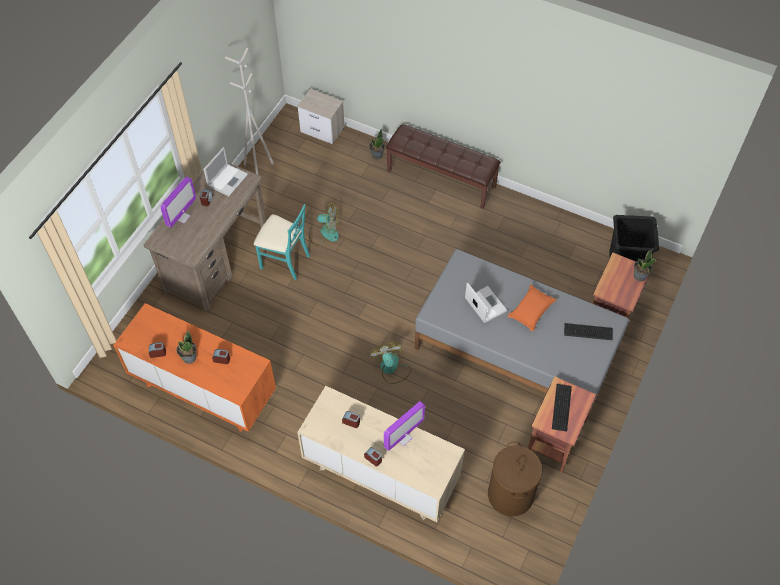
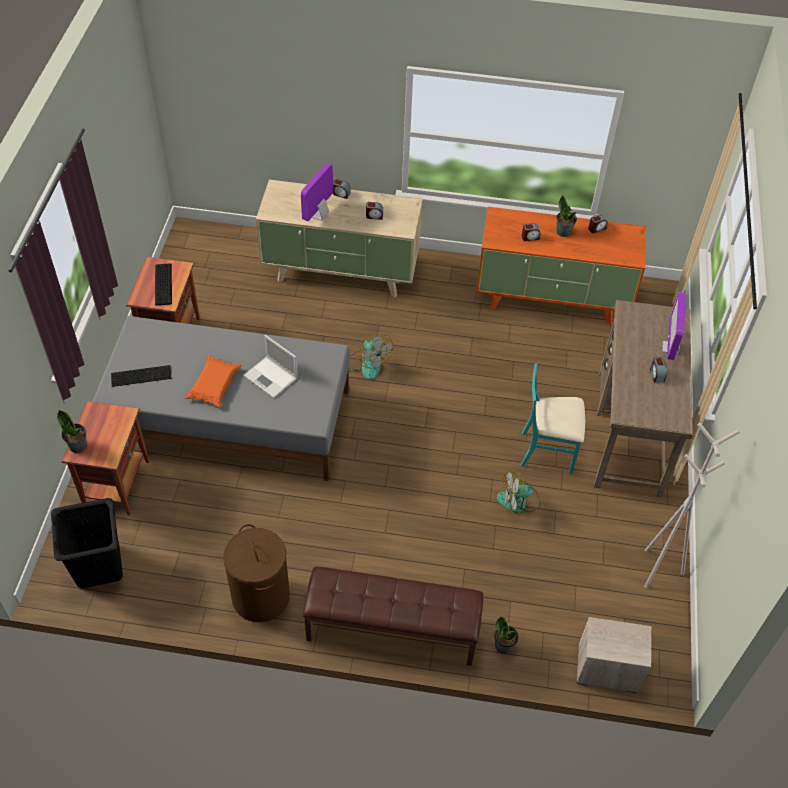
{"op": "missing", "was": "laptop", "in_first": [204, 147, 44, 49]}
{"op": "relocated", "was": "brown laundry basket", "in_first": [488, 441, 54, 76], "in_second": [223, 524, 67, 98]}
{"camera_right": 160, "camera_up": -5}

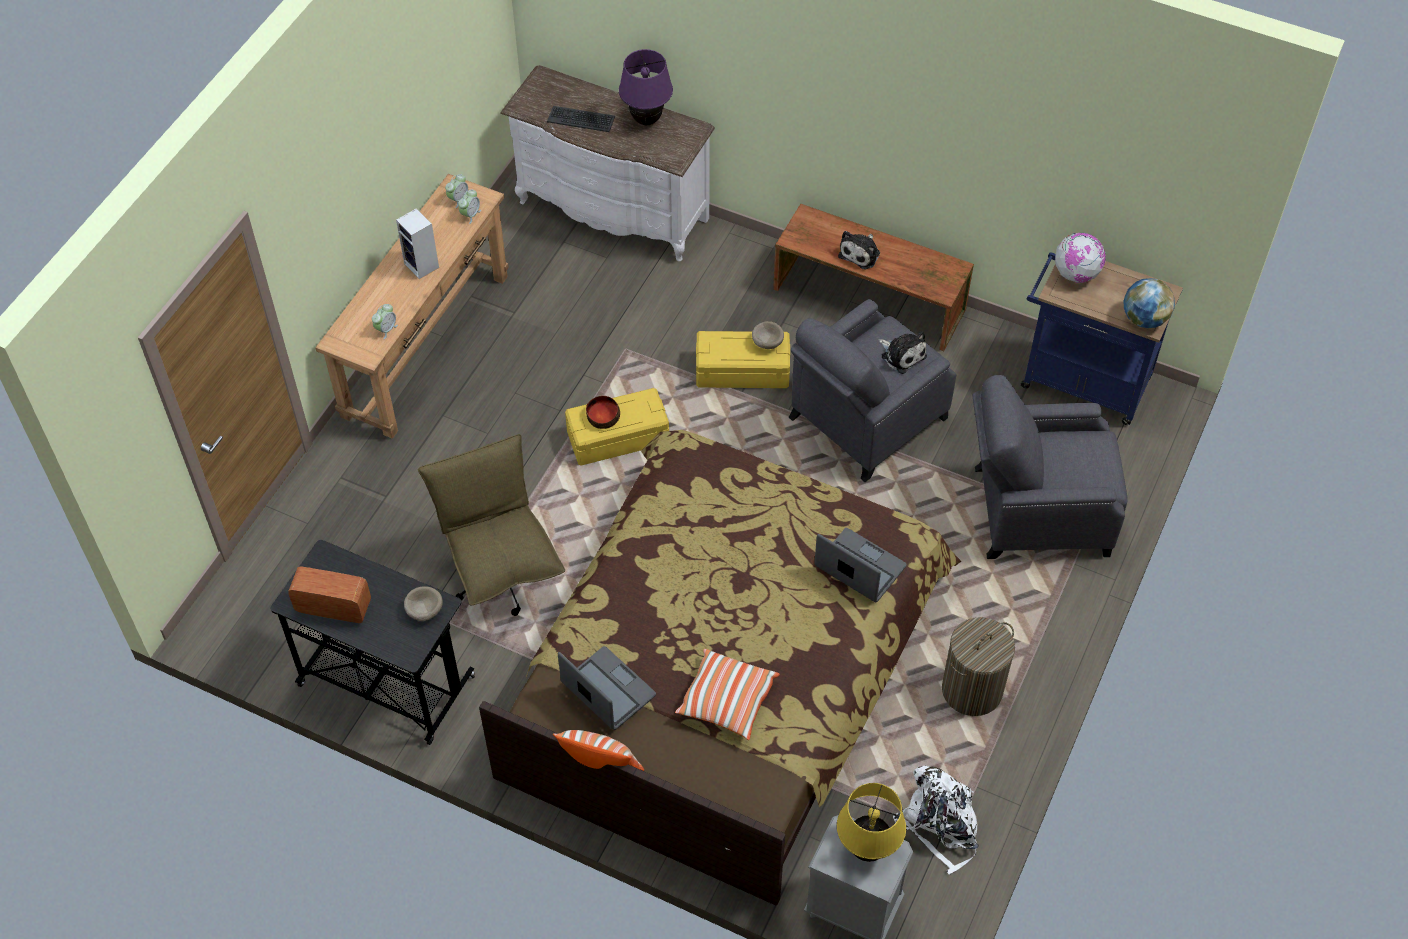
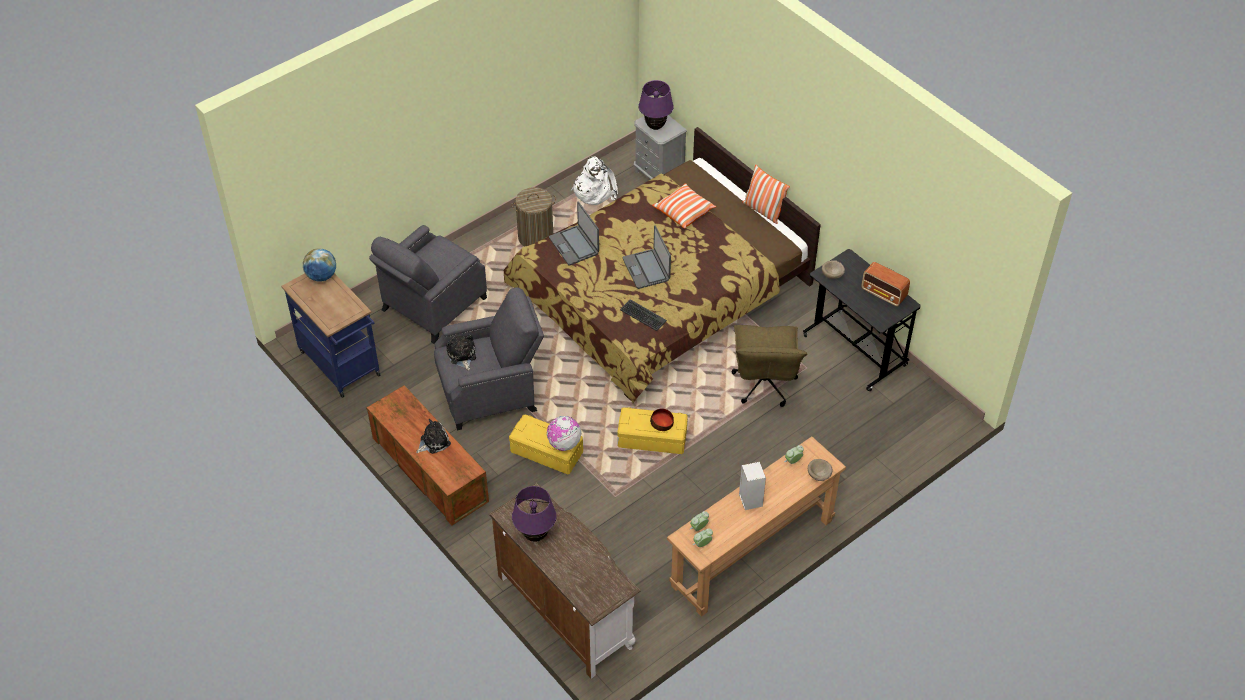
{"op": "relocated", "was": "keyboard", "in_first": [547, 106, 68, 26], "in_second": [620, 299, 47, 32]}
{"op": "relocated", "was": "globe", "in_first": [1055, 233, 51, 50], "in_second": [547, 416, 34, 35]}
{"op": "relocated", "was": "beige bowl", "in_first": [752, 321, 32, 28], "in_second": [808, 459, 24, 22]}
{"op": "spun", "was": "grey armchair", "in_first": [972, 375, 156, 184], "in_second": [369, 225, 118, 119], "clockwise": 105}
{"op": "relocated", "was": "laptop", "in_first": [558, 646, 98, 84], "in_second": [623, 225, 48, 64]}
{"op": "colour", "was": "yellow table lamp", "now": "purple table lamp", "in_first": [837, 783, 69, 79], "in_second": [638, 80, 36, 50]}
{"camera_right": -155, "camera_up": -5}

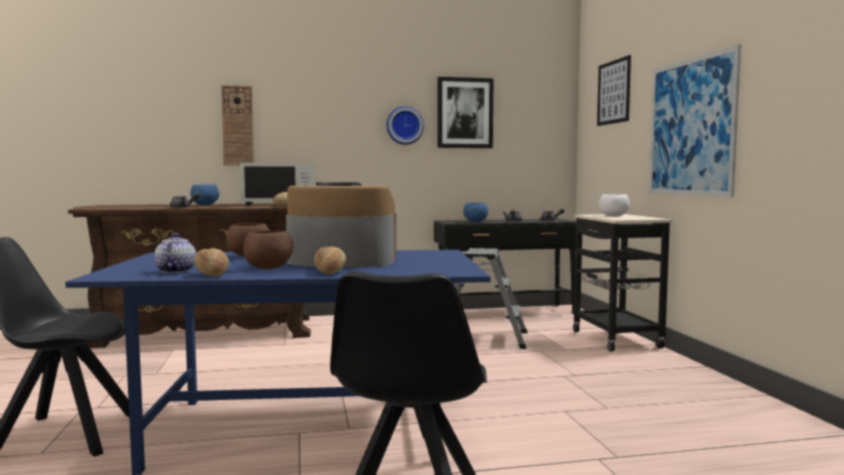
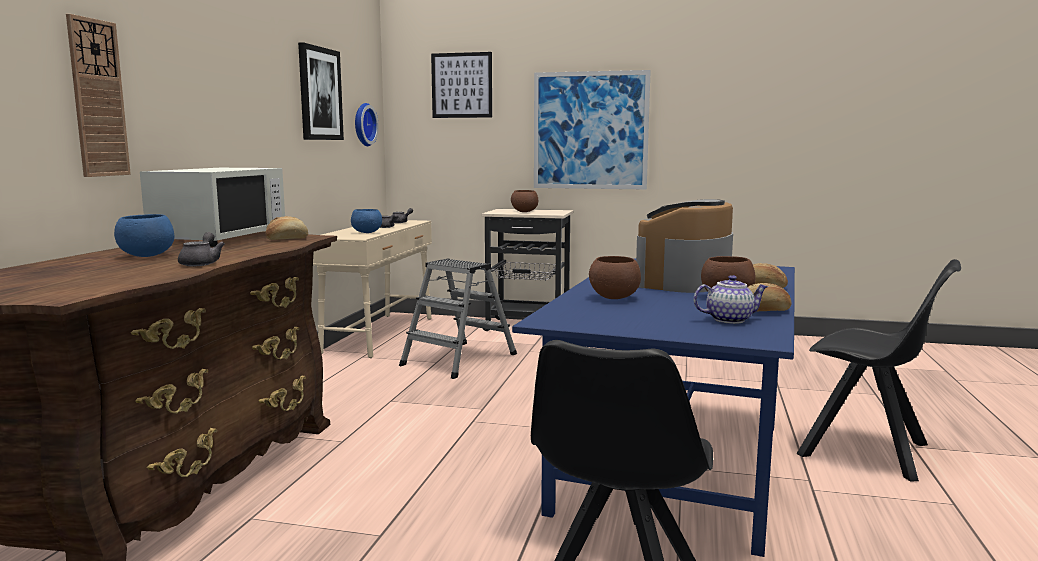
{"op": "relocated", "was": "wall clock", "in_first": [386, 106, 38, 39], "in_second": [355, 103, 24, 43]}
{"op": "colour", "was": "white bowl", "now": "brown bowl", "in_first": [599, 194, 31, 23], "in_second": [511, 190, 27, 22]}
{"op": "colour", "was": "black console table", "now": "beige console table", "in_first": [434, 219, 142, 95], "in_second": [313, 220, 119, 138]}
{"op": "spun", "was": "teapot", "in_first": [154, 233, 42, 40], "in_second": [694, 275, 74, 49], "clockwise": 150}
{"camera_right": -65, "camera_up": 5}

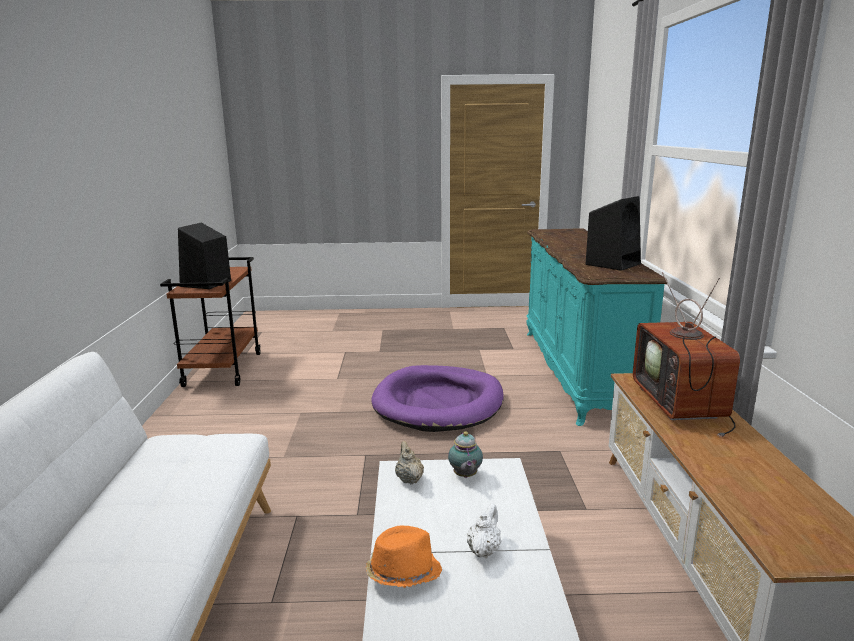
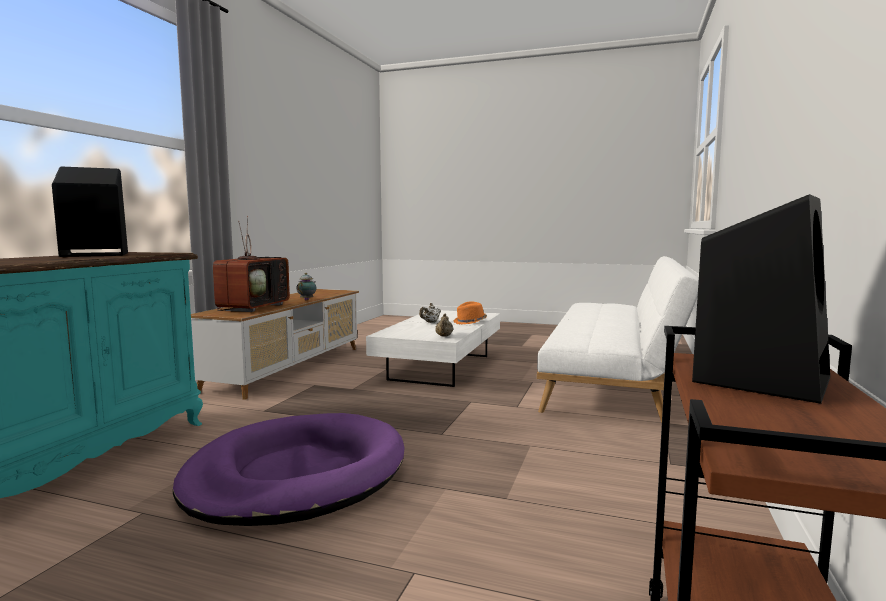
{"op": "relocated", "was": "teapot", "in_first": [448, 431, 35, 47], "in_second": [296, 273, 20, 27]}
{"camera_right": -160, "camera_up": -10}

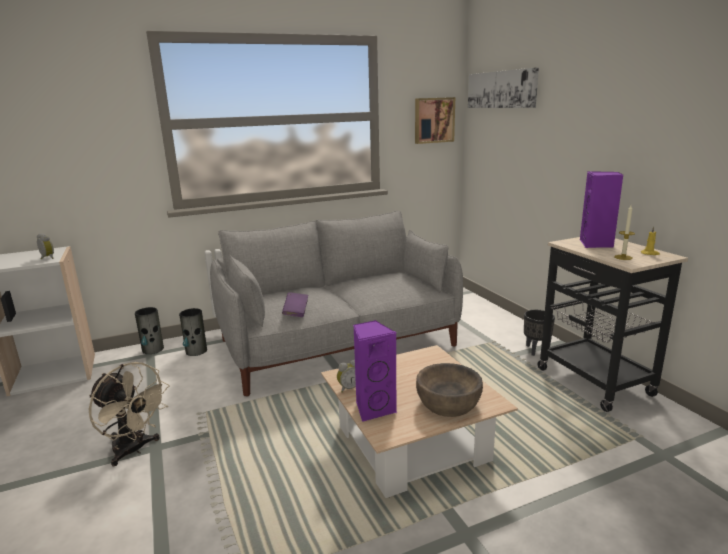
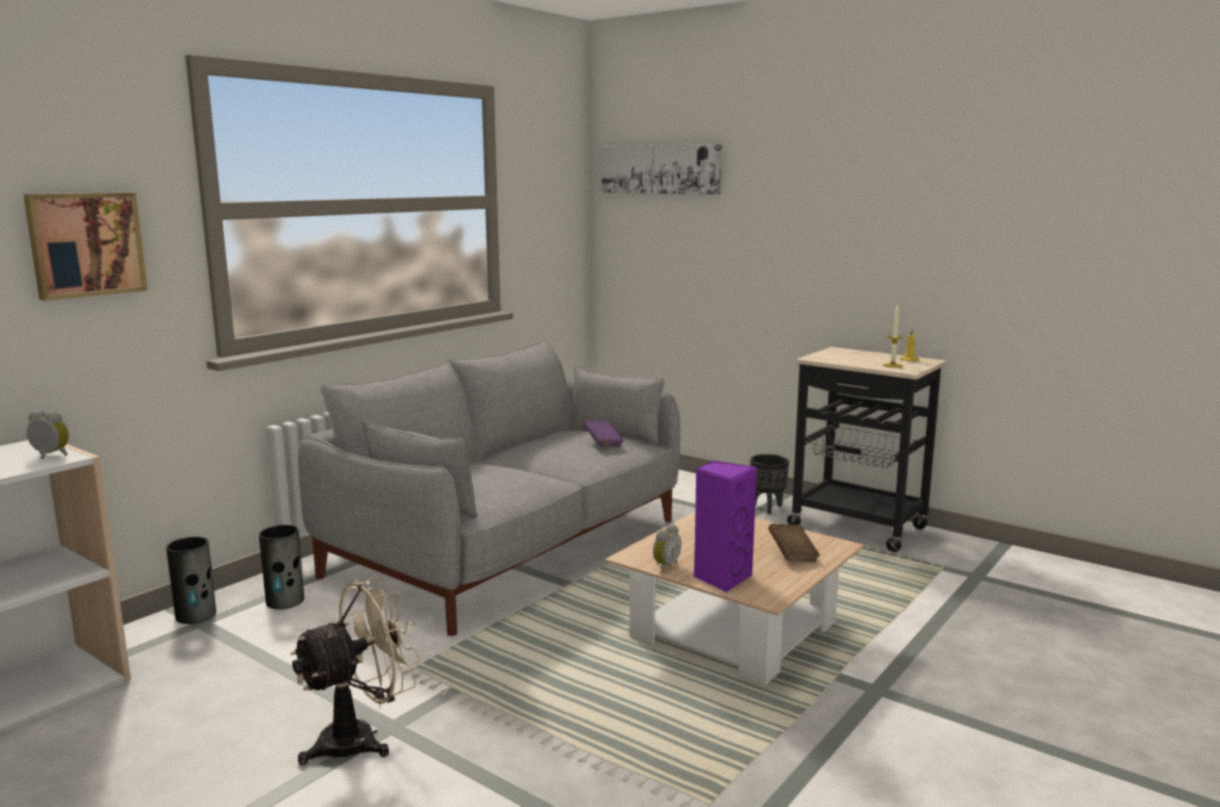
{"op": "relocated", "was": "picture", "in_first": [415, 97, 40, 47], "in_second": [23, 192, 125, 109]}
{"op": "missing", "was": "purple speaker", "in_first": [580, 171, 43, 77]}
{"op": "relocated", "was": "purple book", "in_first": [282, 292, 26, 25], "in_second": [583, 421, 41, 26]}
{"op": "spun", "was": "beige fan", "in_first": [89, 362, 81, 104], "in_second": [290, 576, 131, 189], "clockwise": -45}
{"op": "exchanged", "was": "brown bowl", "now": "brown book", "in_first": [416, 363, 67, 54], "in_second": [768, 524, 52, 39]}
{"camera_right": -30, "camera_up": -5}

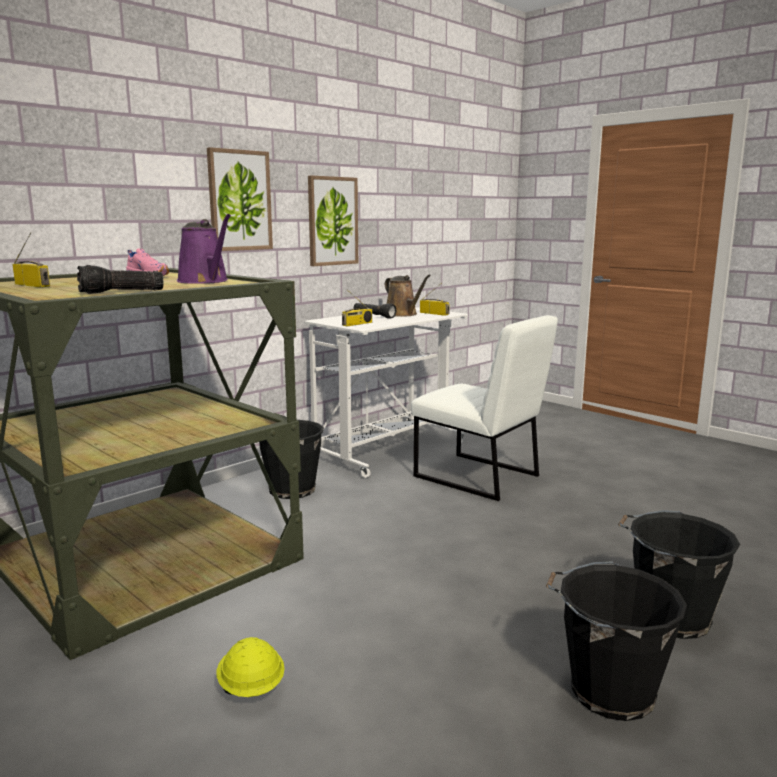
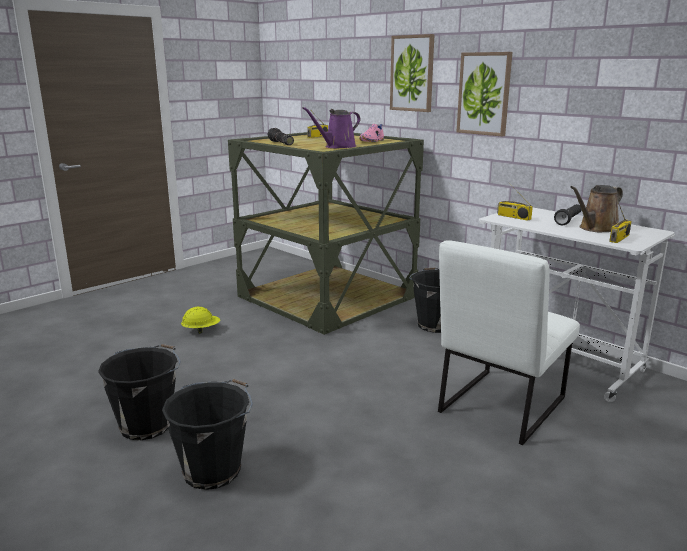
{"op": "relocated", "was": "picture", "in_first": [308, 175, 50, 91], "in_second": [390, 34, 45, 78]}
{"camera_right": 90, "camera_up": 5}

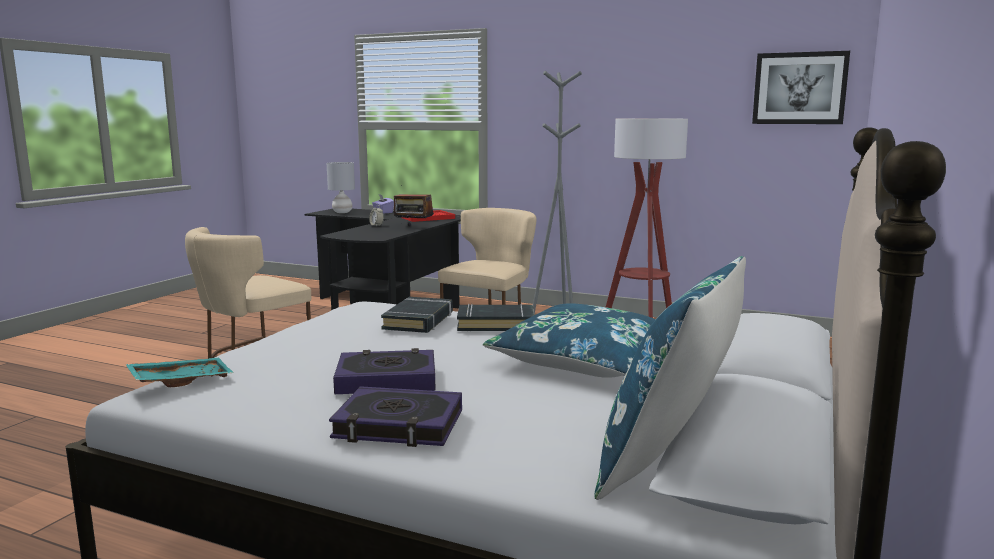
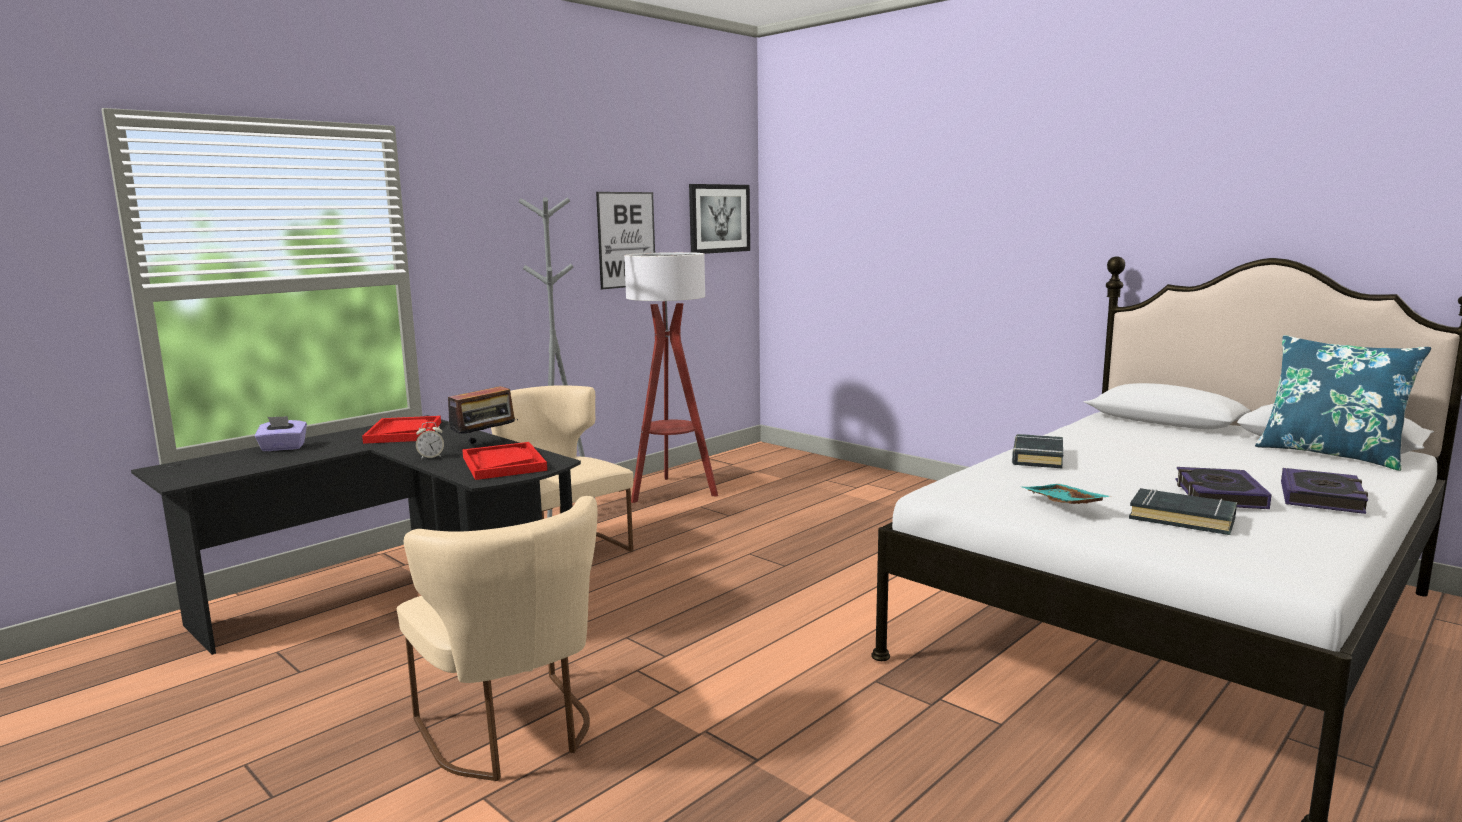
{"op": "missing", "was": "grey table lamp", "in_first": [327, 162, 28, 51]}
{"op": "relocated", "was": "black book", "in_first": [381, 297, 72, 36], "in_second": [1129, 488, 108, 47]}
{"op": "missing", "was": "blue pillow", "in_first": [483, 303, 173, 75]}
{"op": "relocated", "was": "turquoise tray", "in_first": [126, 358, 108, 29], "in_second": [1023, 484, 88, 20]}
{"op": "appeared", "now": "picture", "in_second": [596, 192, 59, 97]}
{"op": "appeared", "now": "red tray", "in_second": [462, 442, 85, 38]}
{"camera_right": -70, "camera_up": 0}

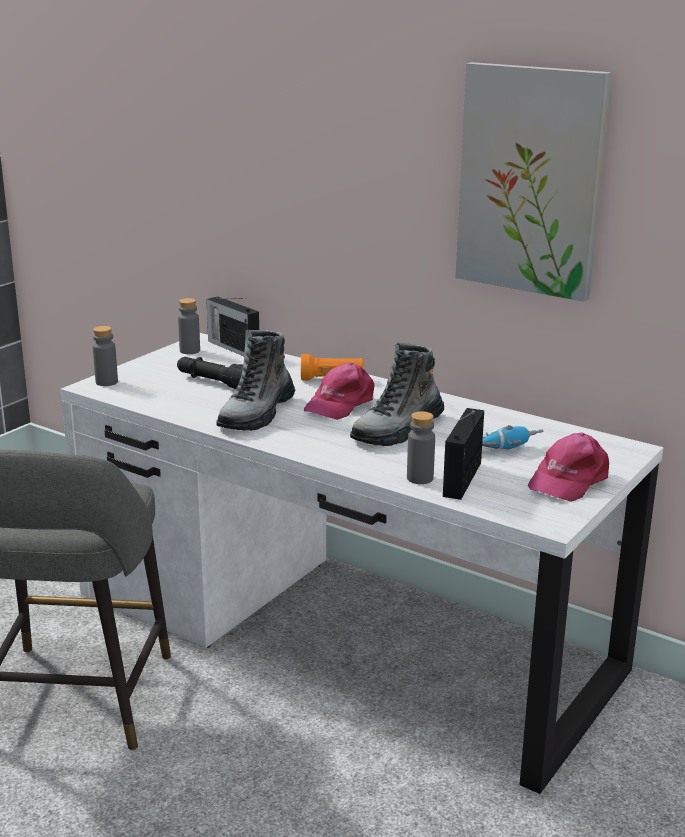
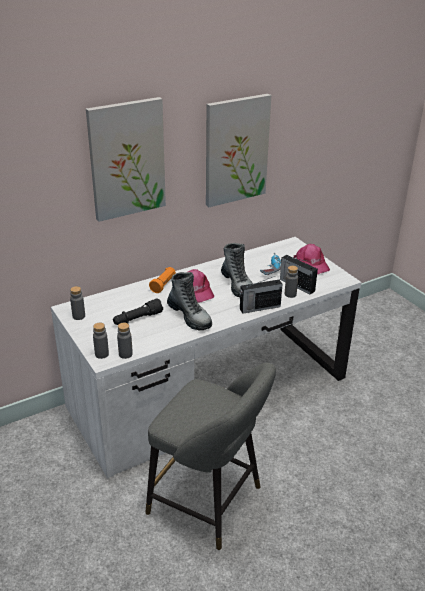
{"op": "relocated", "was": "radio", "in_first": [206, 296, 53, 60], "in_second": [239, 276, 43, 38]}
{"op": "appeared", "now": "picture", "in_second": [86, 97, 80, 125]}
{"op": "appeared", "now": "grey bottle", "in_second": [117, 323, 16, 36]}
{"camera_right": -65, "camera_up": 10}

